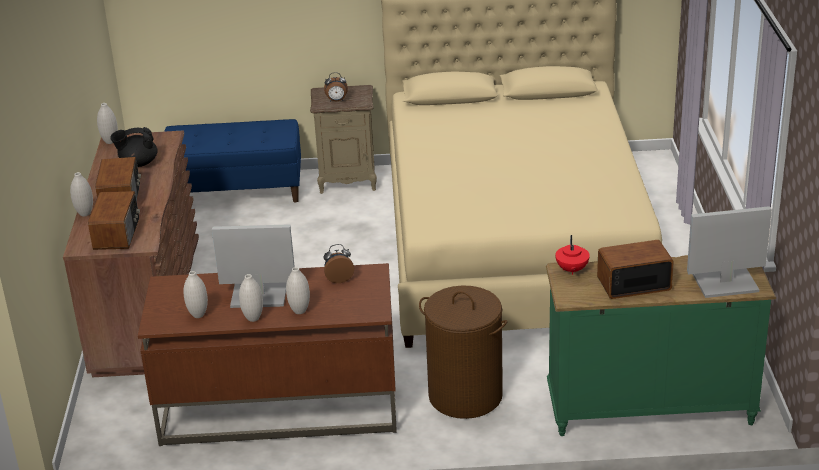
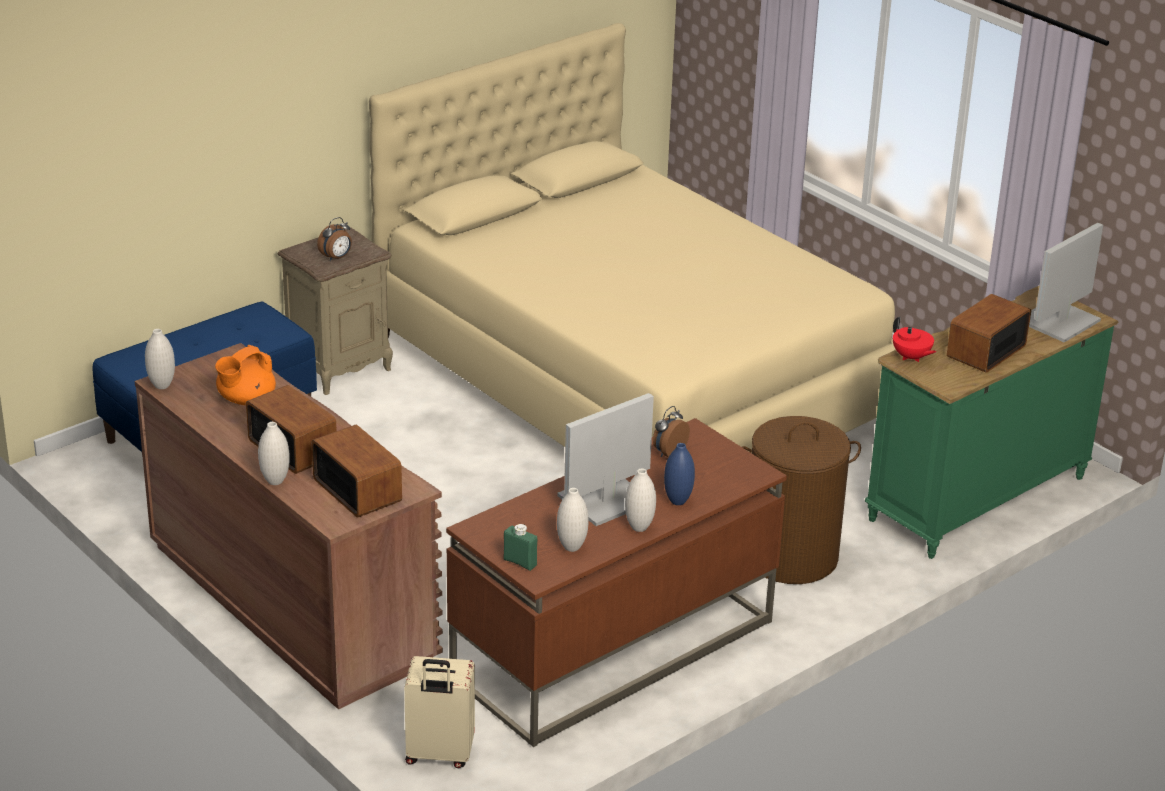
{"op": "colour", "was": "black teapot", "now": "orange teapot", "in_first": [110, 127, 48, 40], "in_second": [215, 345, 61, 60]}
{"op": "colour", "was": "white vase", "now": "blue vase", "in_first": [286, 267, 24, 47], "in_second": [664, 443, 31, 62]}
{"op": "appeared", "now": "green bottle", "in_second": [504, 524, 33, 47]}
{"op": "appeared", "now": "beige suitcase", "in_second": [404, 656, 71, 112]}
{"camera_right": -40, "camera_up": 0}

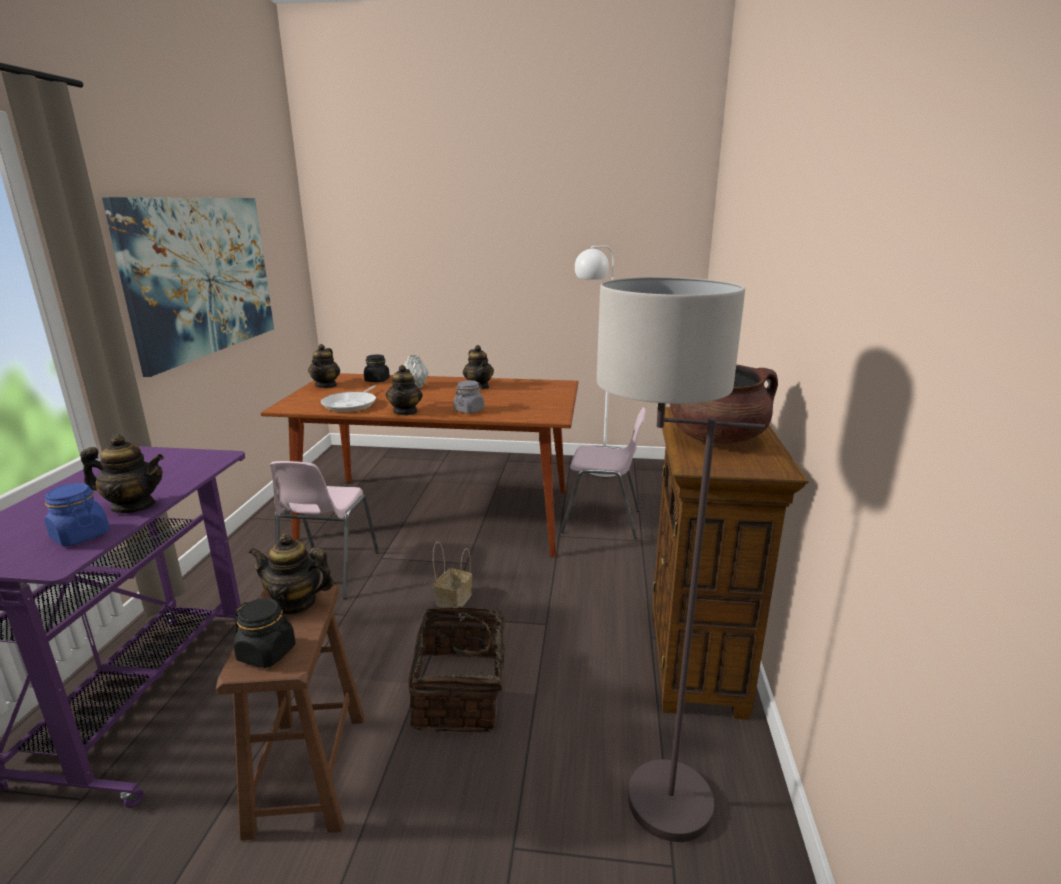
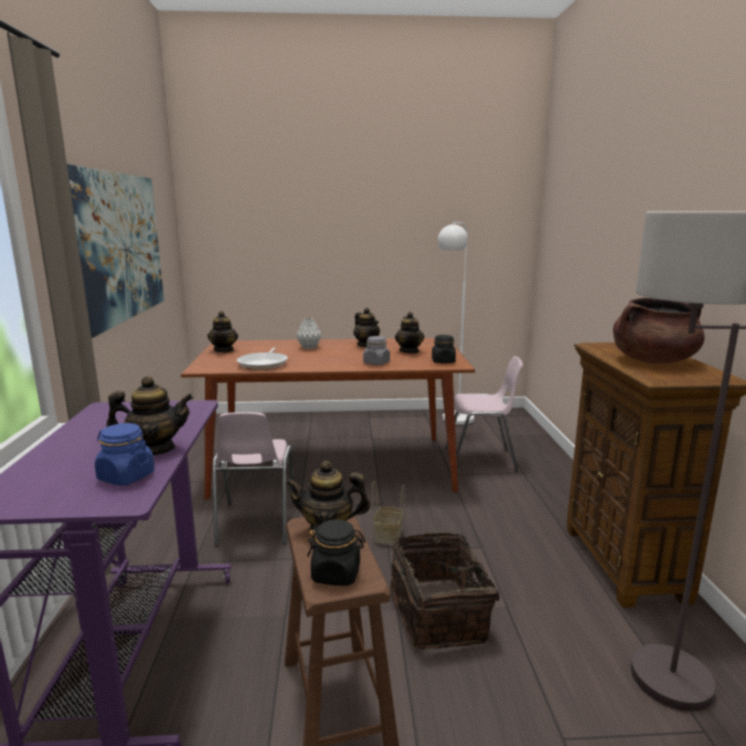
{"op": "relocated", "was": "black jar", "in_first": [364, 355, 26, 27], "in_second": [432, 335, 24, 29]}
{"op": "relocated", "was": "teapot", "in_first": [386, 365, 36, 50], "in_second": [395, 312, 29, 41]}
{"camera_right": -10, "camera_up": -5}

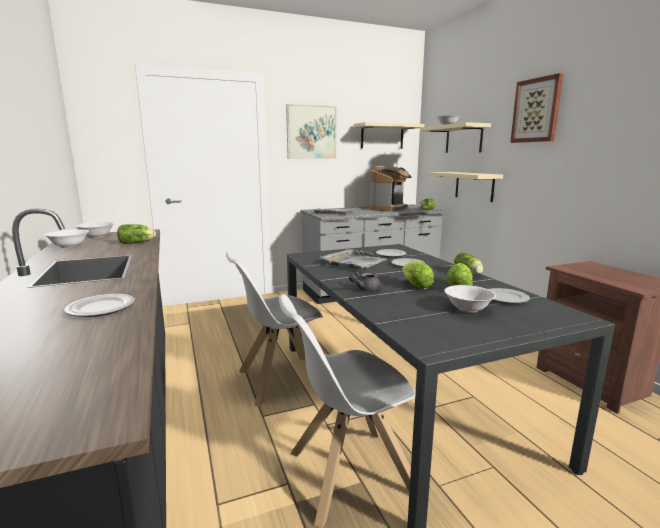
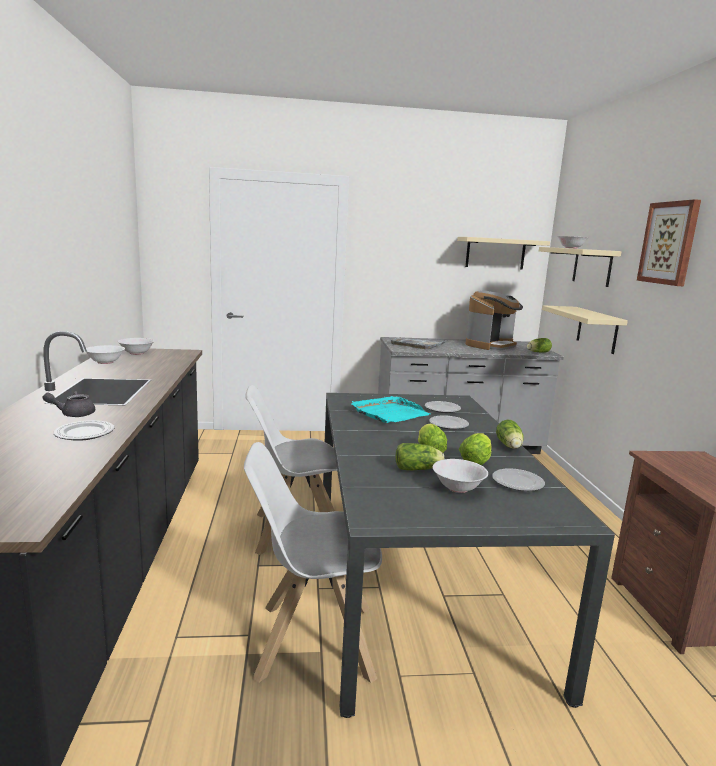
{"op": "missing", "was": "picture", "in_first": [286, 104, 51, 55]}
{"op": "relocated", "was": "lettuce", "in_first": [117, 224, 39, 20], "in_second": [396, 443, 48, 27]}
{"op": "colour", "was": "grey tray", "now": "turquoise tray", "in_first": [321, 249, 66, 20], "in_second": [351, 396, 79, 27]}
{"op": "relocated", "was": "grey teapot", "in_first": [349, 272, 32, 20], "in_second": [42, 391, 53, 26]}
{"camera_right": 15, "camera_up": 0}

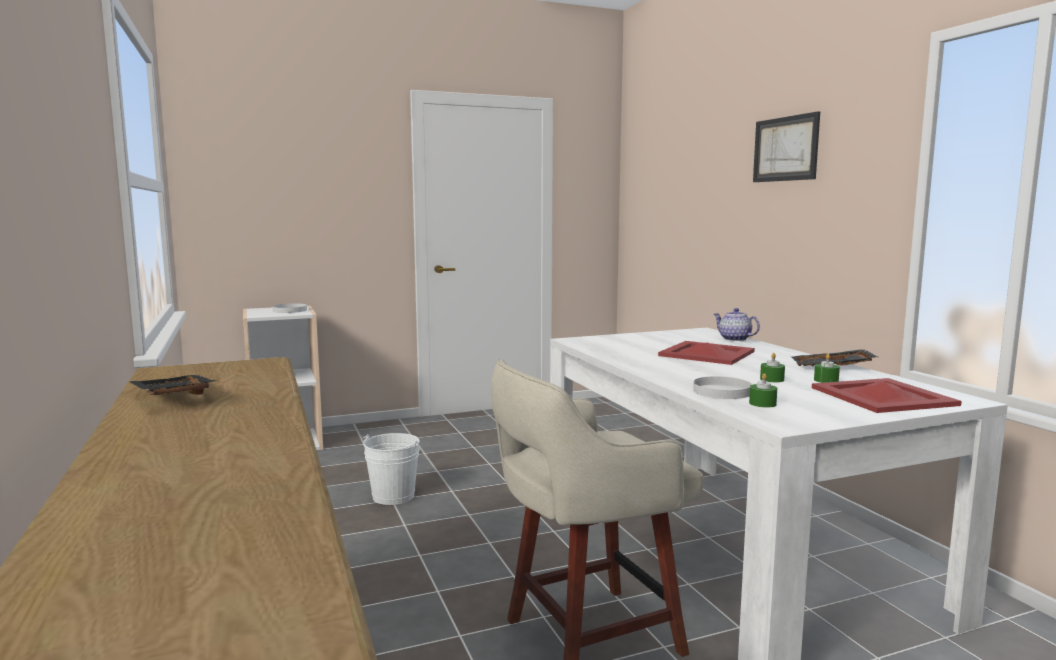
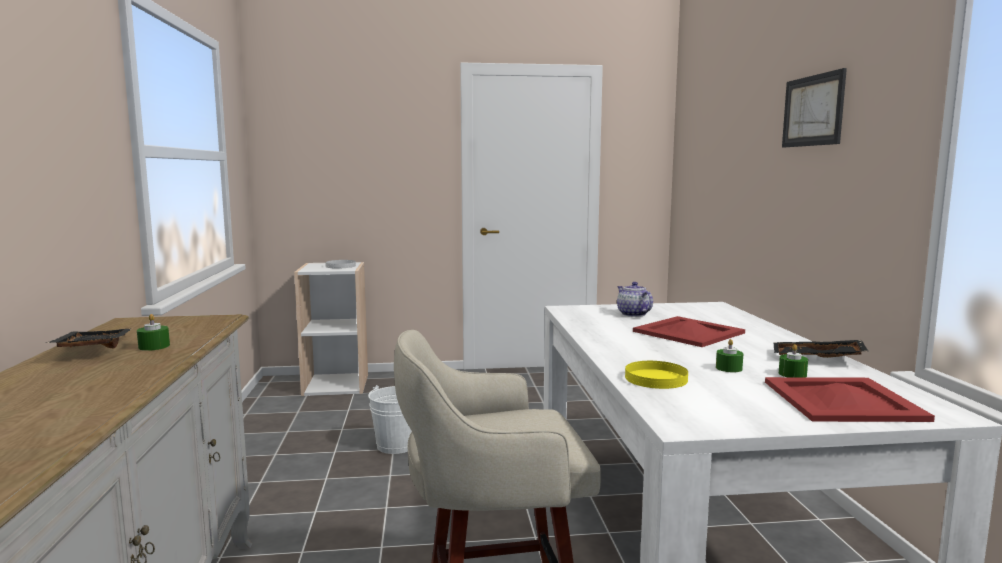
{"op": "relocated", "was": "teapot", "in_first": [714, 308, 46, 33], "in_second": [617, 282, 36, 35]}
{"op": "relocated", "was": "green candle", "in_first": [749, 373, 28, 35], "in_second": [137, 314, 33, 37]}
{"op": "colour", "was": "white plate", "now": "yellow plate", "in_first": [693, 377, 59, 22], "in_second": [625, 361, 63, 28]}
{"camera_right": 15, "camera_up": 0}

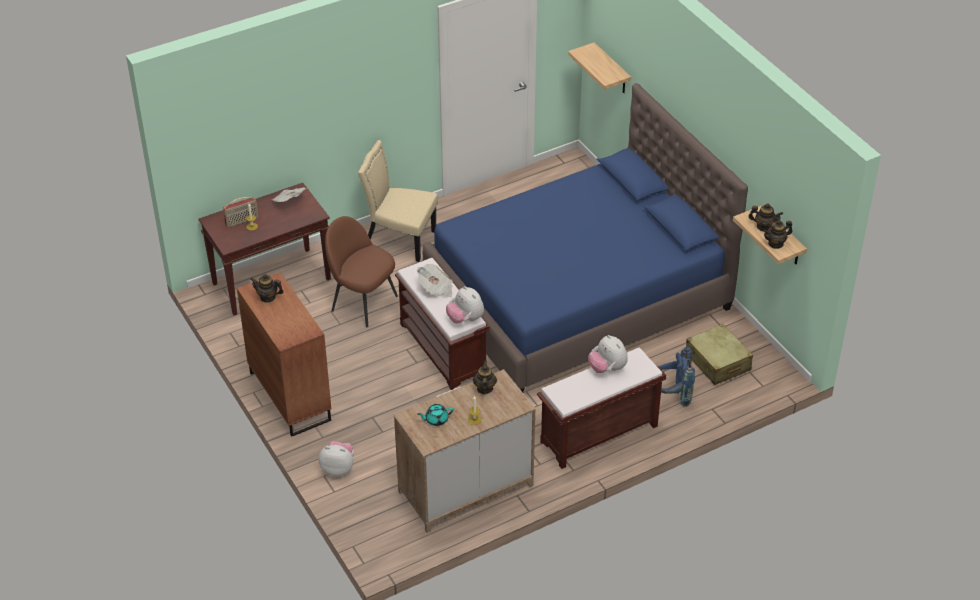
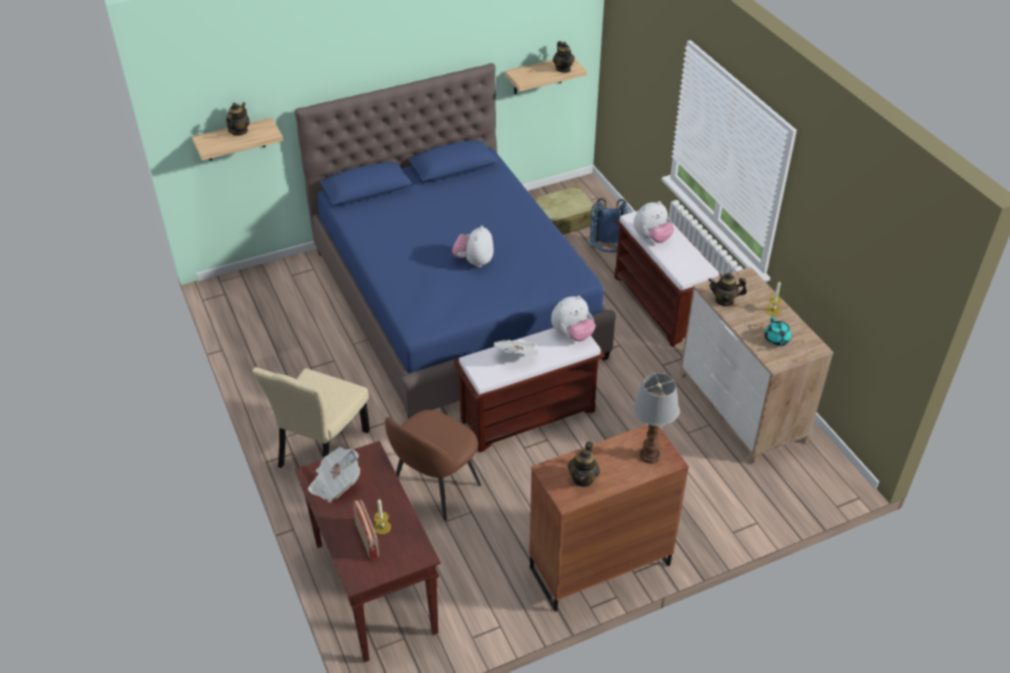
{"op": "relocated", "was": "teapot", "in_first": [748, 203, 35, 28], "in_second": [226, 102, 24, 34]}
{"op": "relocated", "was": "plush toy", "in_first": [319, 441, 35, 36], "in_second": [452, 225, 42, 42]}
{"op": "appeared", "now": "table lamp", "in_second": [633, 373, 46, 91]}
{"camera_right": -85, "camera_up": 0}

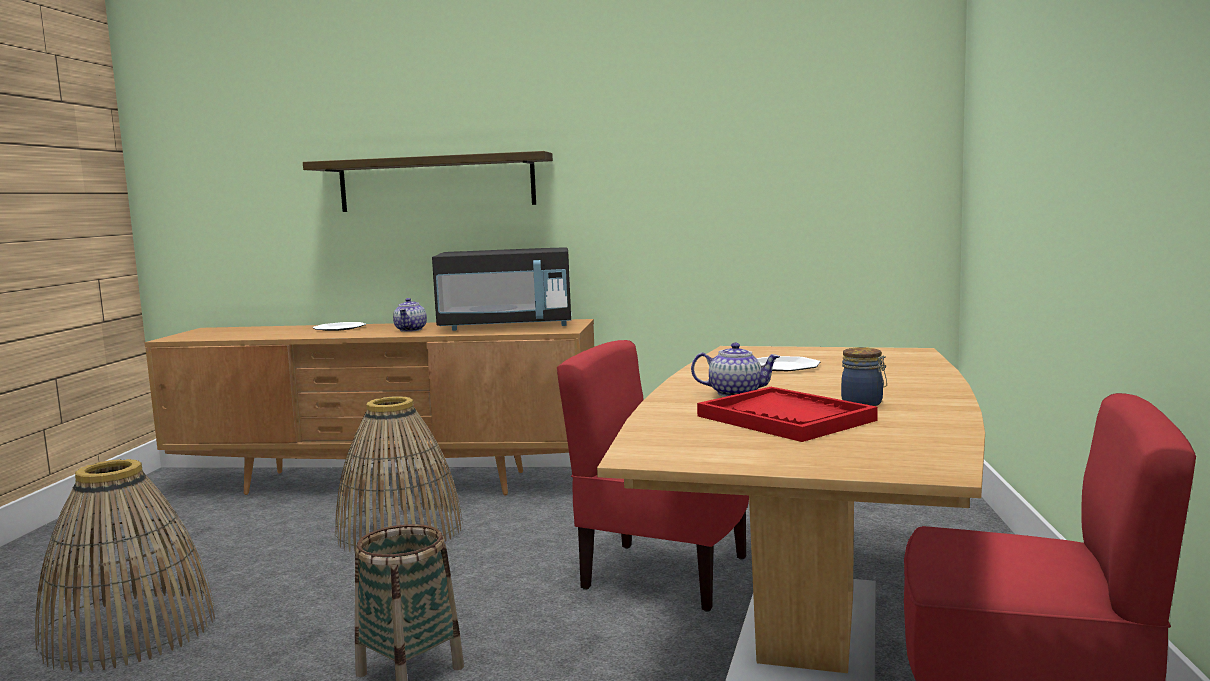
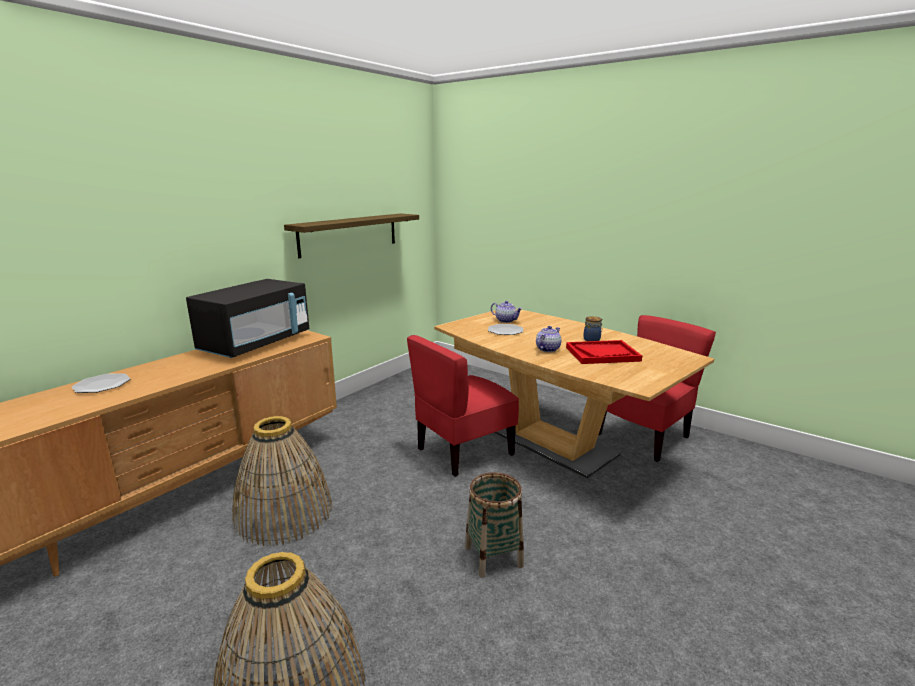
{"op": "relocated", "was": "shelf", "in_first": [303, 151, 250, 61], "in_second": [284, 213, 135, 45]}
{"op": "relocated", "was": "teapot", "in_first": [393, 298, 34, 34], "in_second": [491, 301, 31, 22]}
{"camera_right": -60, "camera_up": 10}

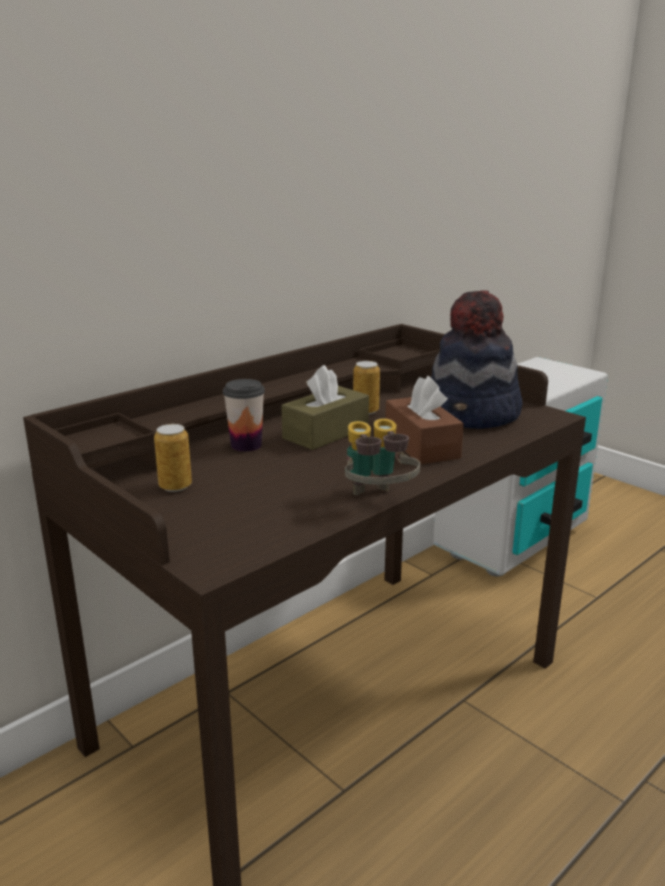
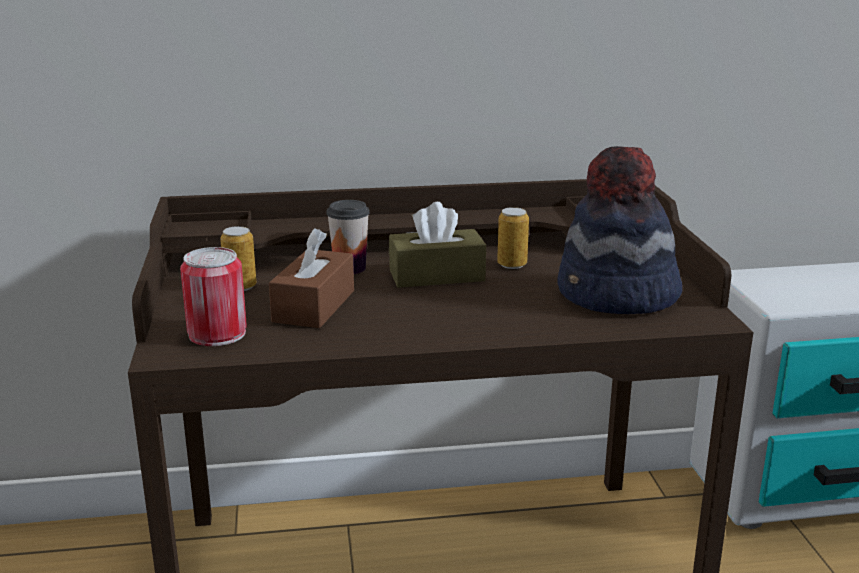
{"op": "relocated", "was": "brown tissue box", "in_first": [385, 376, 79, 88], "in_second": [269, 229, 85, 99]}
{"op": "missing", "was": "binoculars", "in_first": [345, 418, 75, 77]}
{"op": "appeared", "now": "can", "in_second": [180, 247, 67, 99]}
{"camera_right": 35, "camera_up": 0}

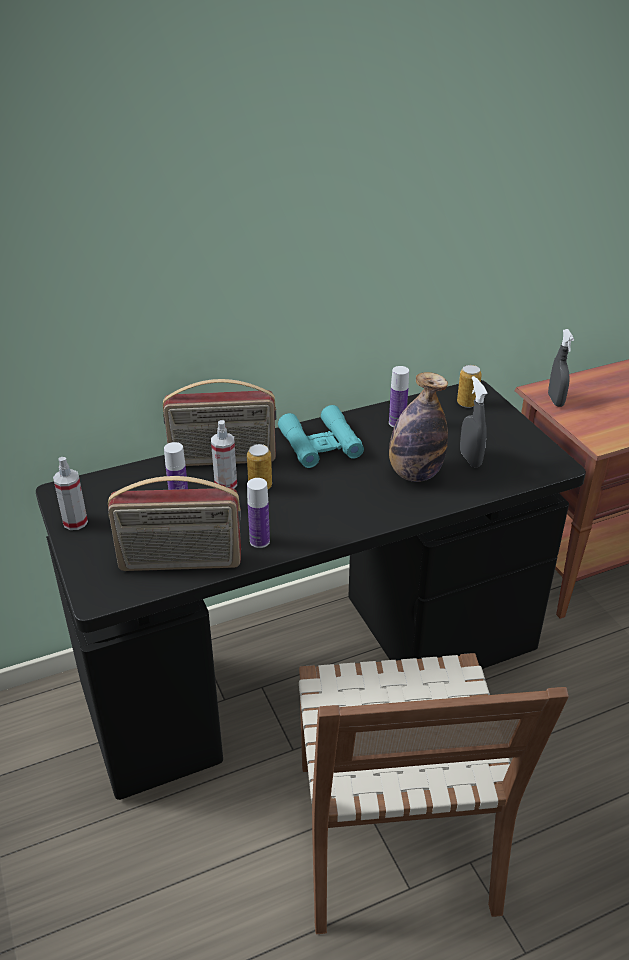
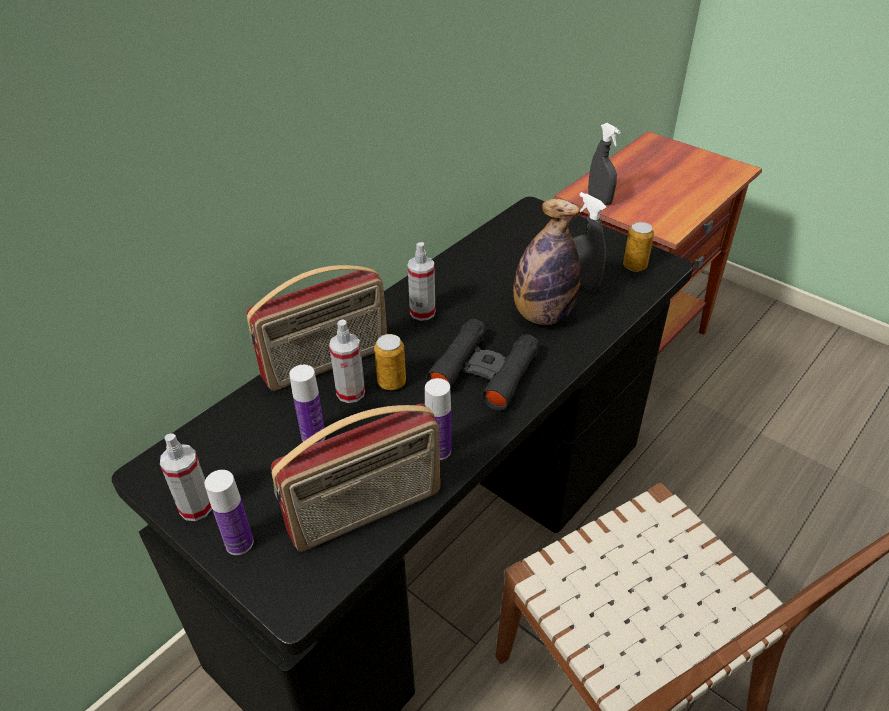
{"op": "relocated", "was": "can", "in_first": [457, 365, 25, 43], "in_second": [623, 222, 31, 50]}
{"op": "relocated", "was": "bottle", "in_first": [389, 366, 20, 61], "in_second": [205, 470, 49, 85]}
{"op": "exchanged", "was": "turquoise binoculars", "now": "spray bottle", "in_first": [278, 405, 86, 63], "in_second": [408, 242, 27, 79]}
{"op": "appeared", "now": "black binoculars", "in_second": [426, 319, 114, 92]}
{"camera_right": -25, "camera_up": 5}

